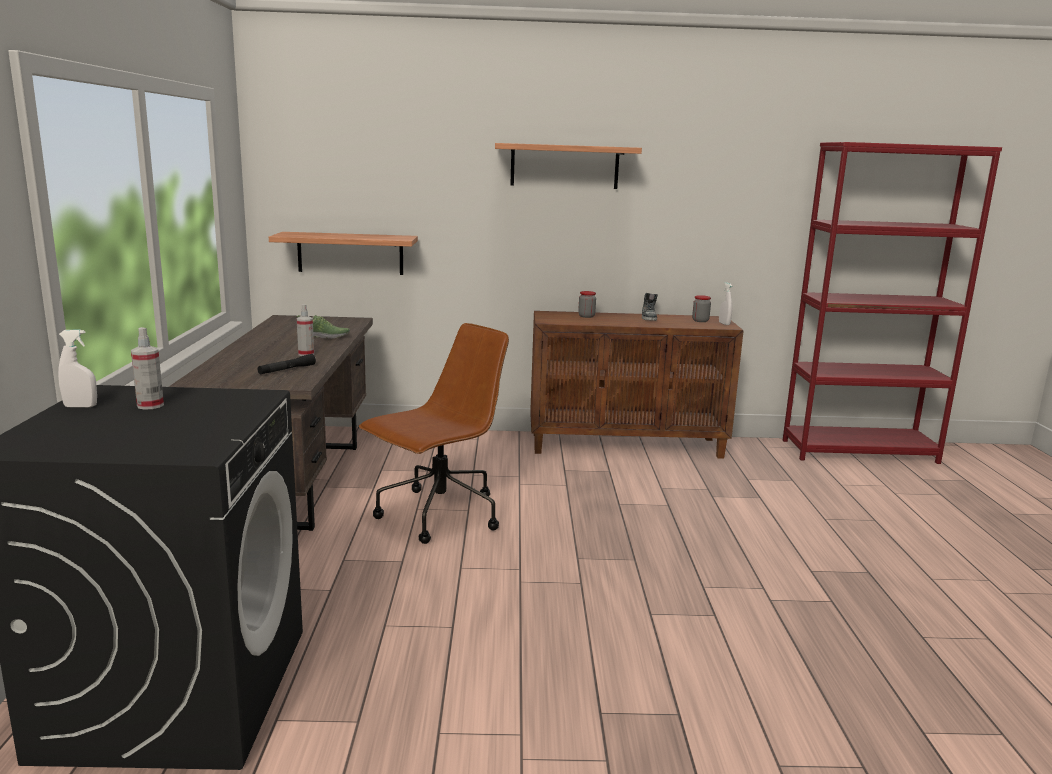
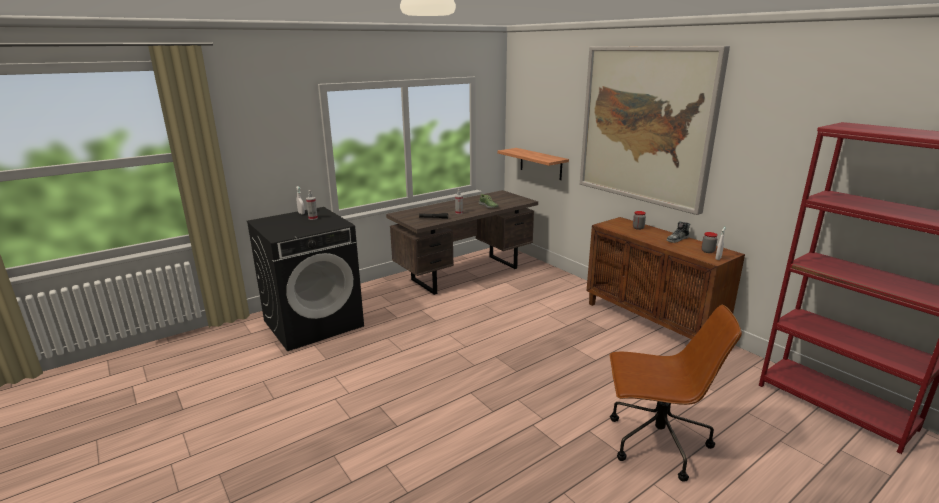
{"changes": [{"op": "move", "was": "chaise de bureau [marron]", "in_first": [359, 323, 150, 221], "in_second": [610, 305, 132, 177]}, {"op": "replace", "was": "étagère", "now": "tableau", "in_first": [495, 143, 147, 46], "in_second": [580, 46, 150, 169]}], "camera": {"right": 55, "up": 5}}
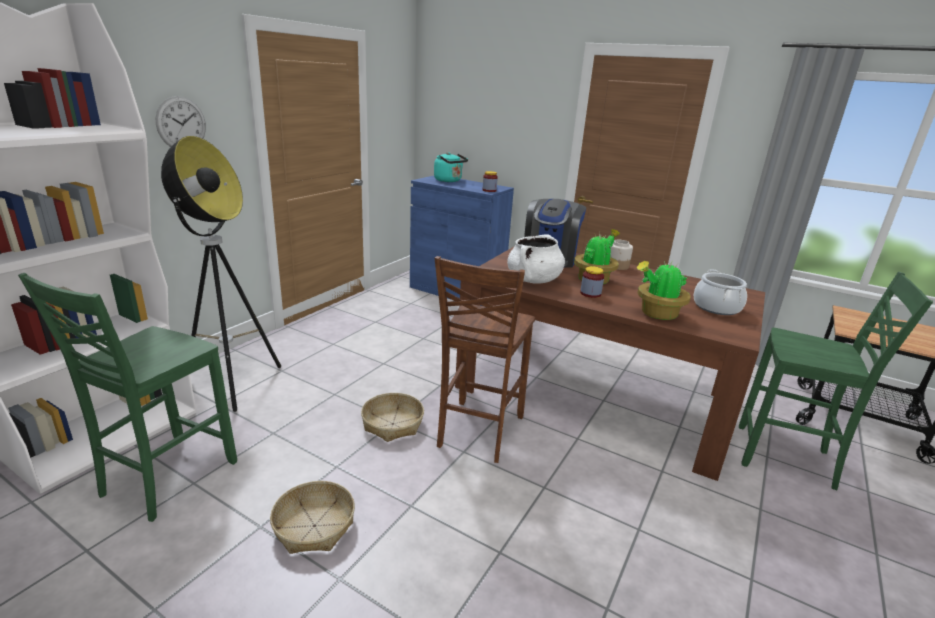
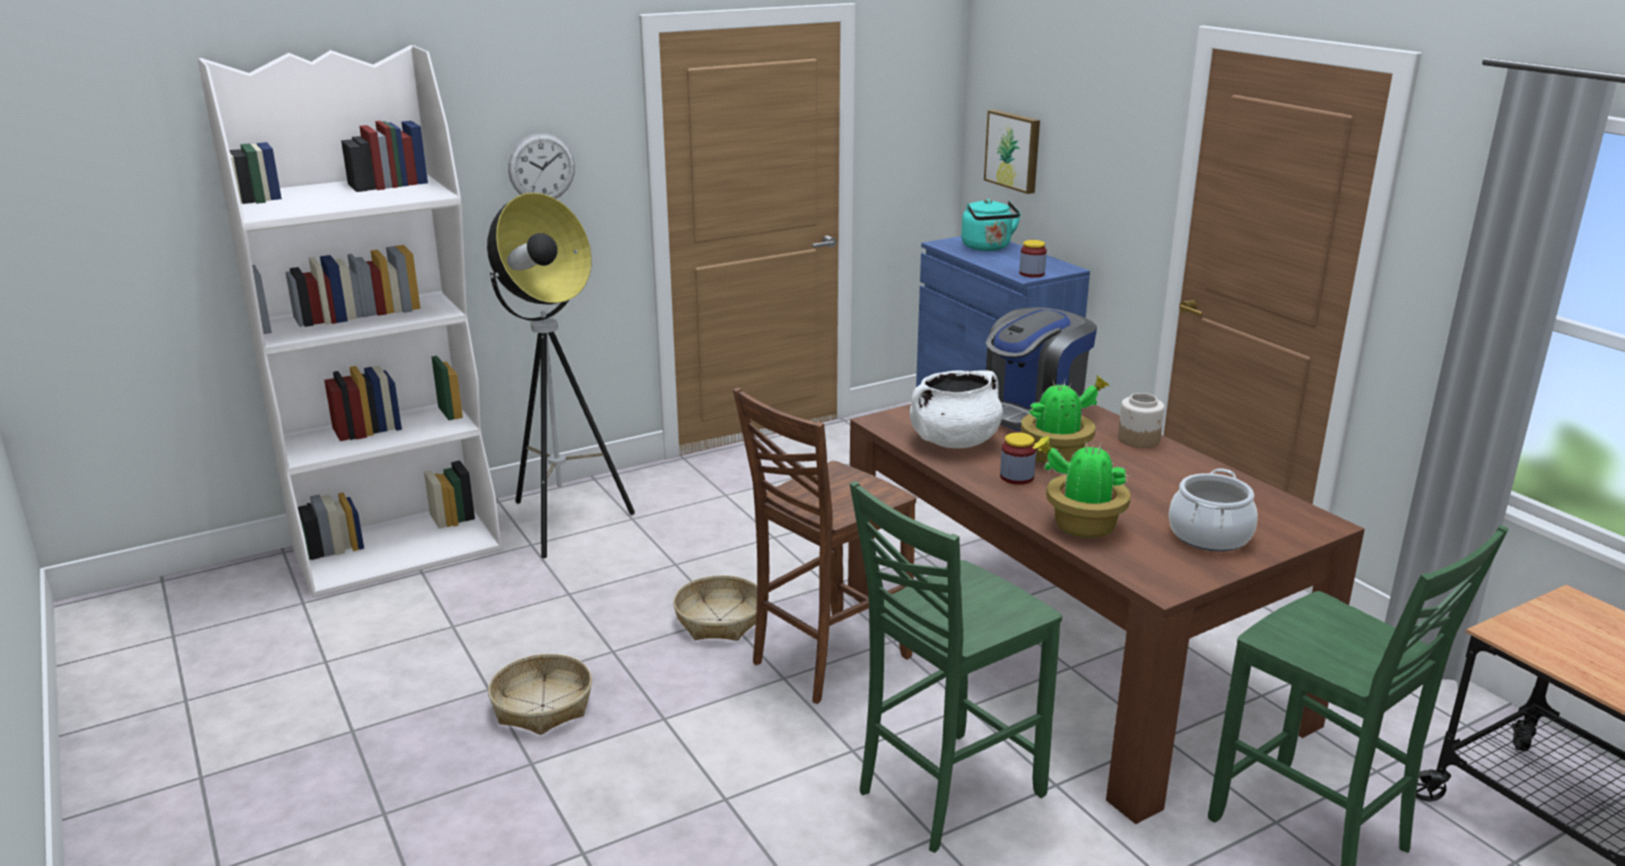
{"changes": [{"op": "insert", "now": "tableau", "in_second": [984, 110, 56, 84]}, {"op": "move", "was": "chaise [vert]", "in_first": [18, 273, 219, 249], "in_second": [850, 481, 212, 372]}], "camera": {"right": 30, "up": 0}}
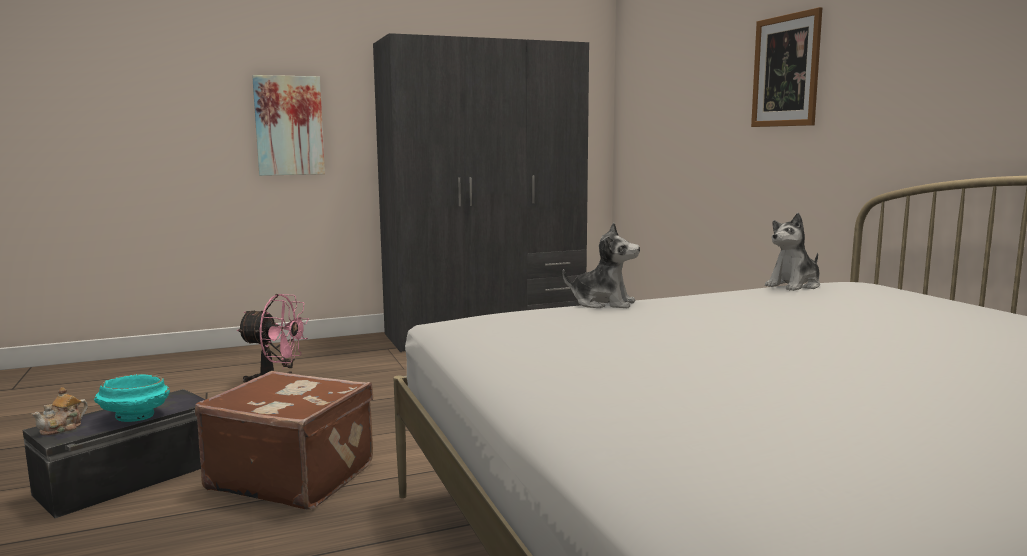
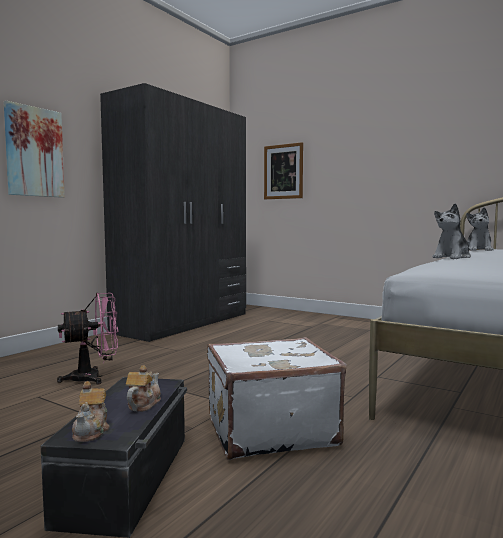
{"changes": [{"op": "move", "was": "tableau", "in_first": [751, 7, 71, 120], "in_second": [264, 142, 39, 57]}, {"op": "replace", "was": "bol [turquoise]", "now": "théière", "in_first": [94, 374, 76, 48], "in_second": [126, 365, 35, 47]}, {"op": "recolor", "was": "valise [marron]", "now": "valise [blanc]", "in_first": [195, 371, 178, 139], "in_second": [207, 337, 140, 123]}, {"op": "rotate", "was": "peluche", "in_first": [563, 222, 77, 86], "in_second": [432, 203, 39, 56], "clockwise": 150}], "camera": {"right": -35, "up": -5}}
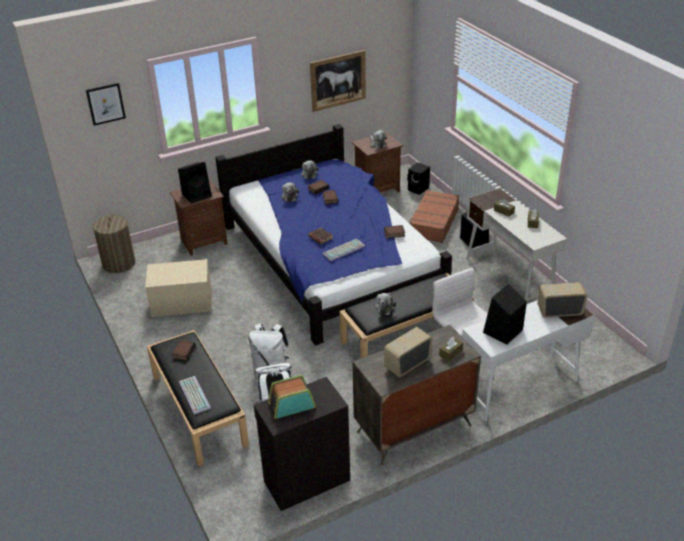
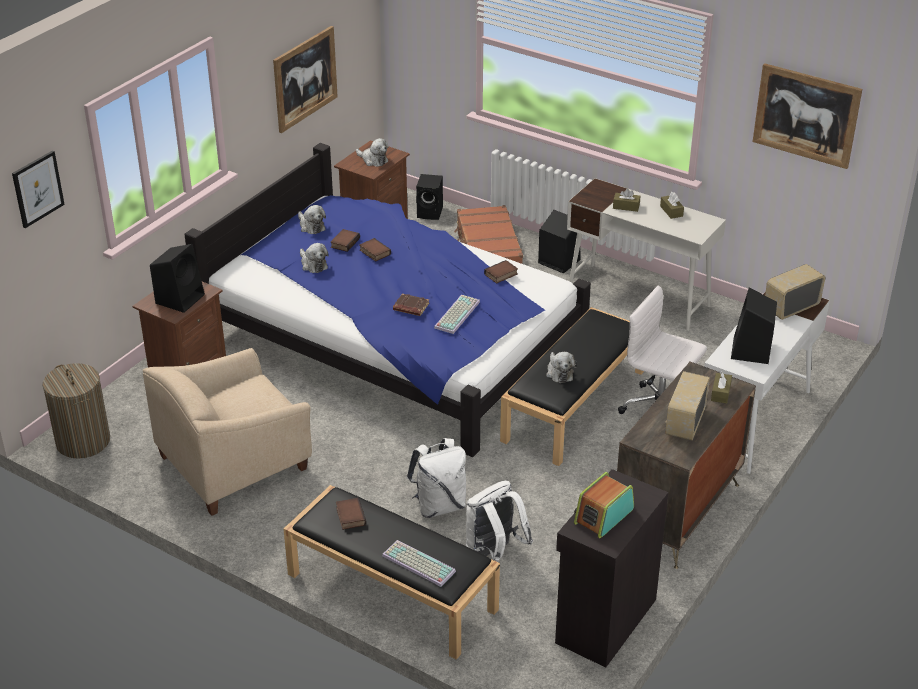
{"changes": [{"op": "insert", "now": "tableau", "in_second": [753, 63, 109, 106]}, {"op": "replace", "was": "boîte de rangement [beige]", "now": "fauteuil [beige]", "in_first": [145, 259, 67, 58], "in_second": [143, 348, 169, 168]}], "camera": {"right": -30, "up": 0}}
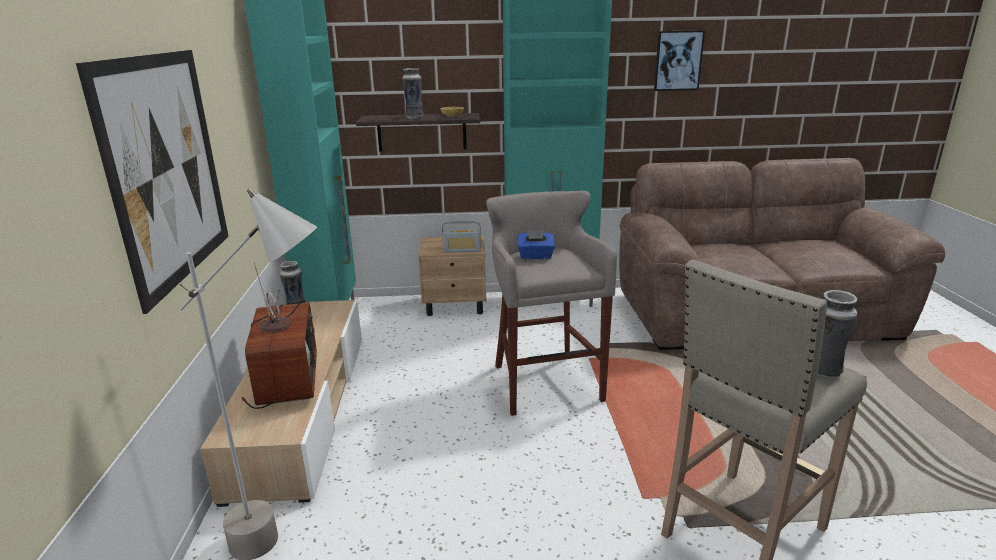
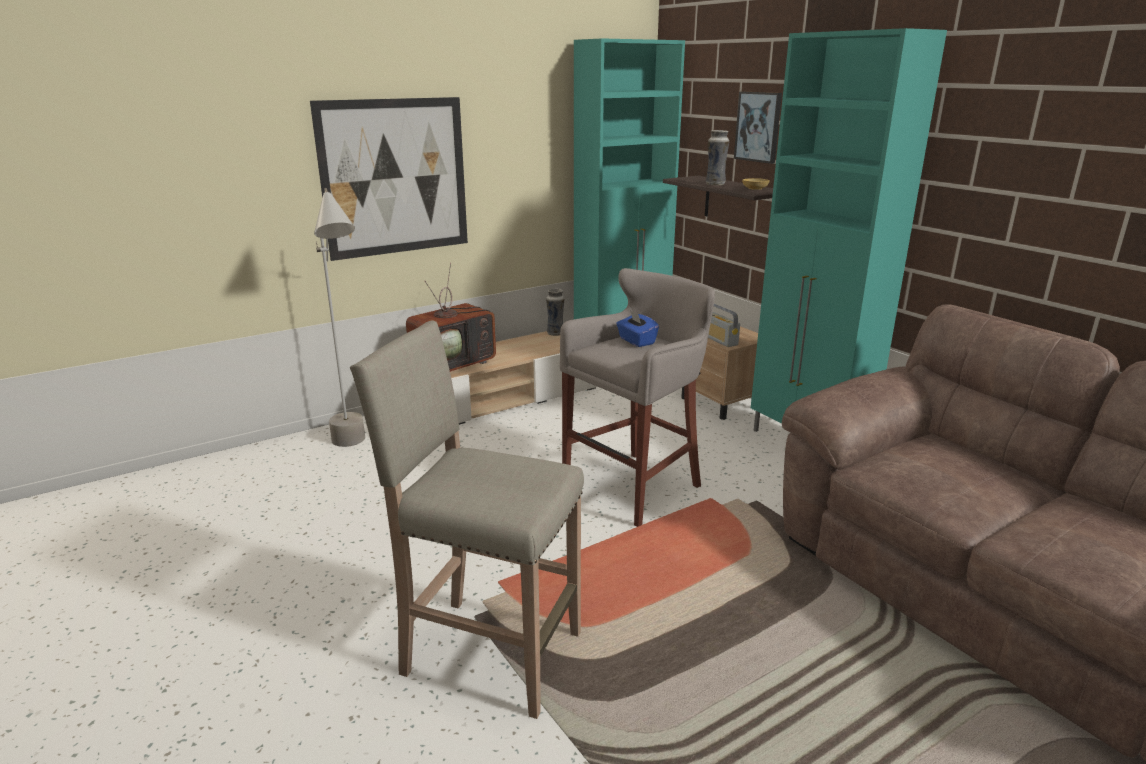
{"changes": [{"op": "delete", "was": "vase", "in_first": [817, 290, 40, 89]}, {"op": "move", "was": "tableau", "in_first": [654, 30, 51, 61], "in_second": [734, 92, 48, 72]}], "camera": {"right": 60, "up": 0}}
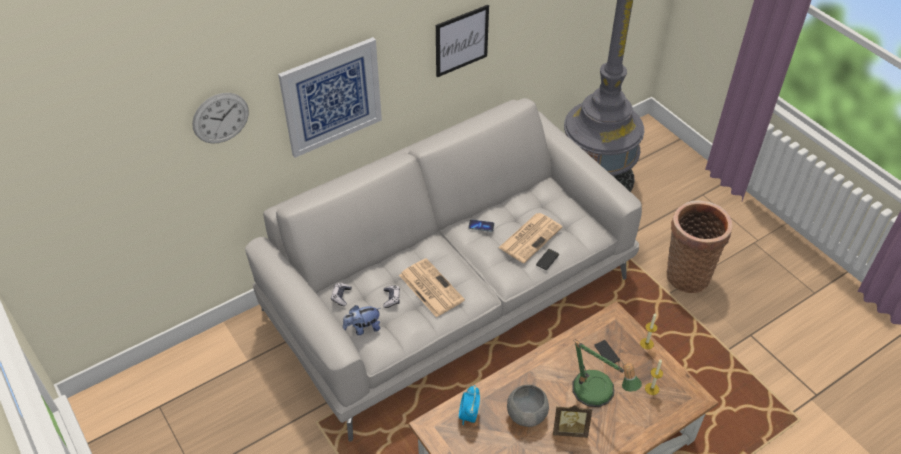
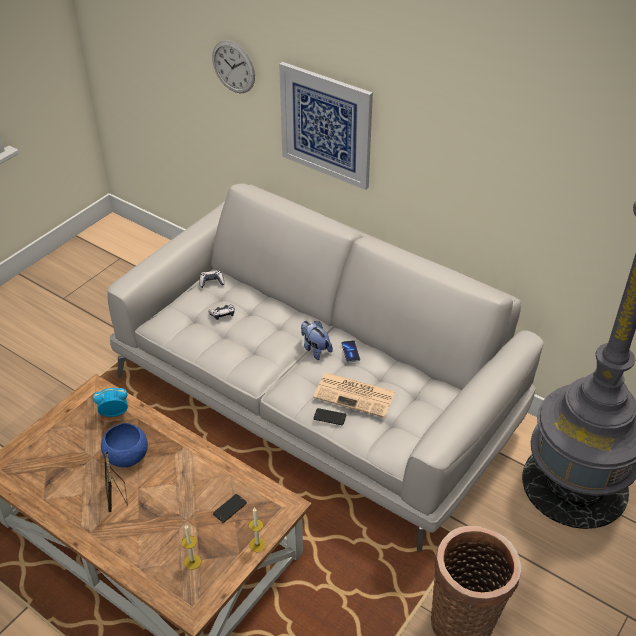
{"changes": [{"op": "delete", "was": "journal", "in_first": [399, 258, 66, 59]}, {"op": "delete", "was": "tableau", "in_first": [436, 5, 53, 72]}, {"op": "delete", "was": "lampe de table", "in_first": [572, 339, 70, 68]}, {"op": "move", "was": "peluche", "in_first": [343, 305, 37, 30], "in_second": [301, 321, 32, 39]}, {"op": "recolor", "was": "bol [gris]", "now": "bol [bleu]", "in_first": [507, 385, 42, 42], "in_second": [101, 423, 47, 45]}], "camera": {"right": 70, "up": -5}}
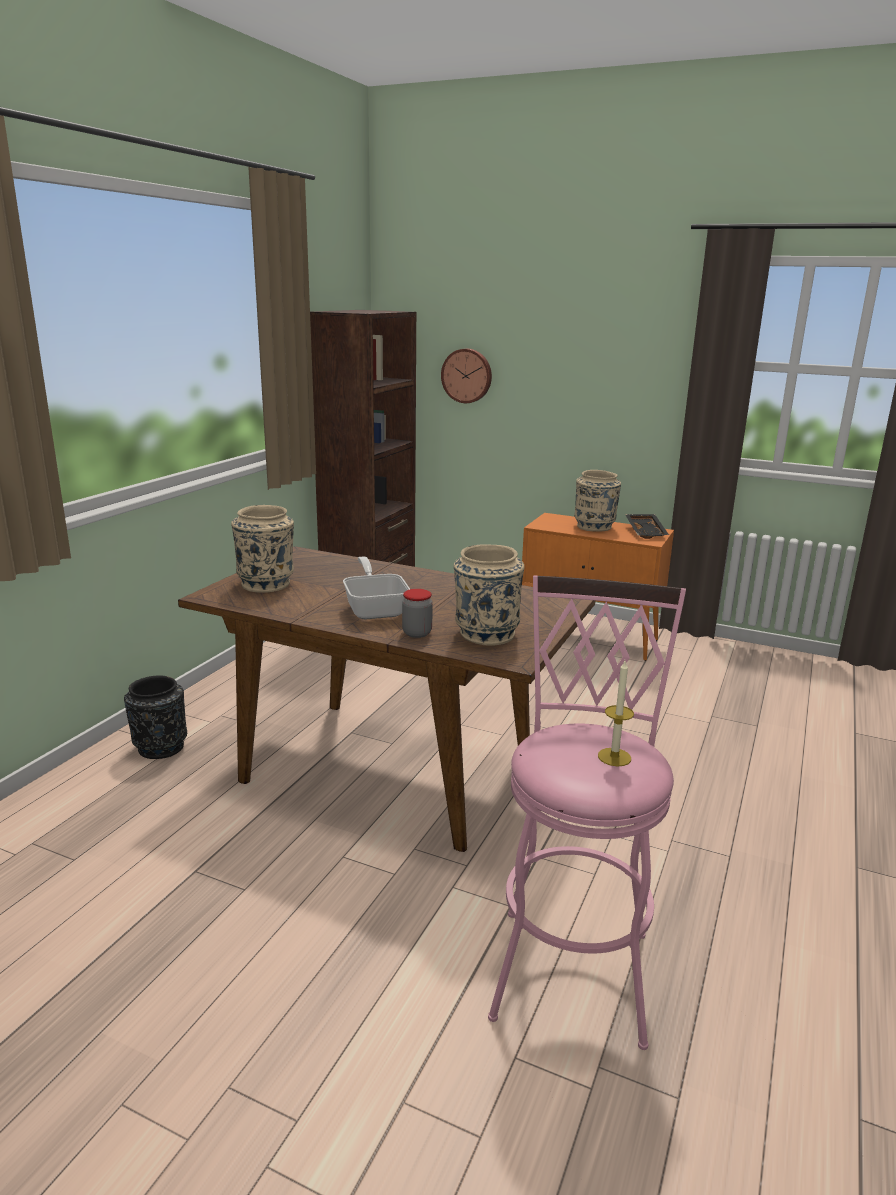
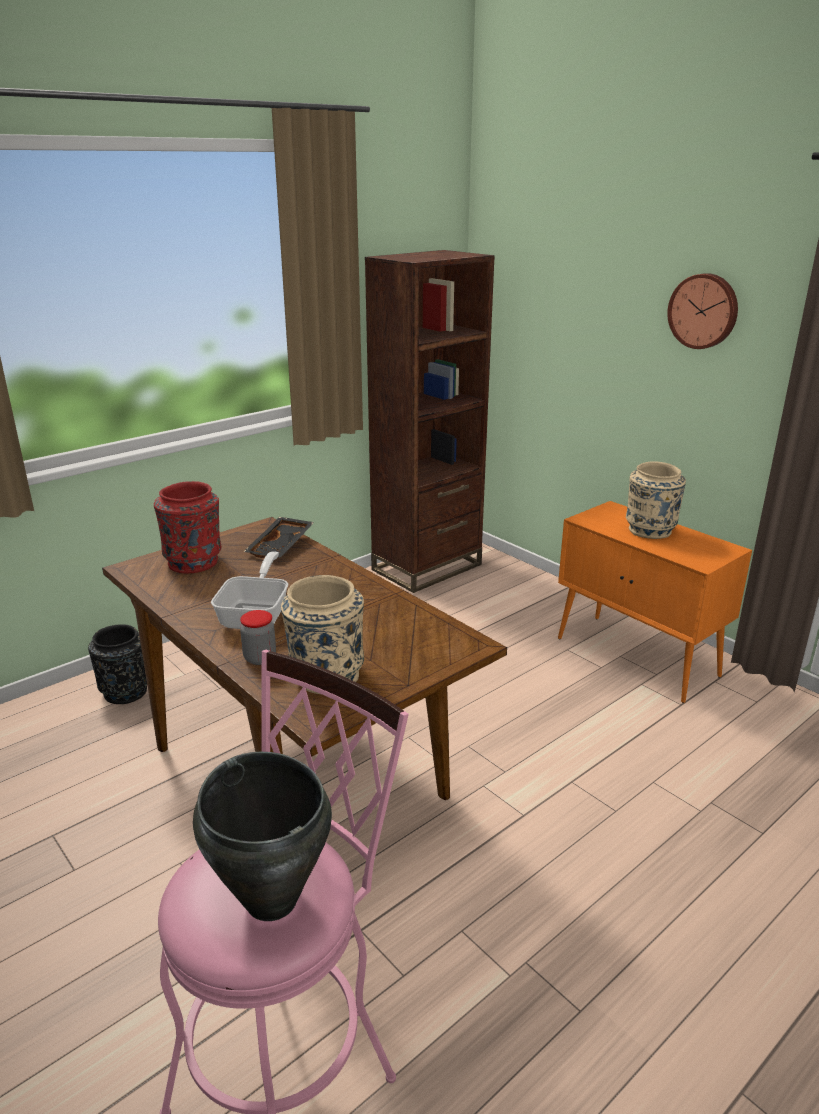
{"changes": [{"op": "move", "was": "horloge murale", "in_first": [441, 349, 51, 54], "in_second": [667, 273, 71, 76]}, {"op": "move", "was": "plateau [noir]", "in_first": [625, 514, 44, 25], "in_second": [244, 517, 70, 41]}, {"op": "replace", "was": "bougie", "now": "marmite [noir]", "in_first": [598, 661, 36, 105], "in_second": [193, 752, 139, 169]}, {"op": "recolor", "was": "vase [beige]", "now": "vase [rouge]", "in_first": [231, 505, 63, 88], "in_second": [154, 481, 68, 93]}], "camera": {"right": 25, "up": 5}}
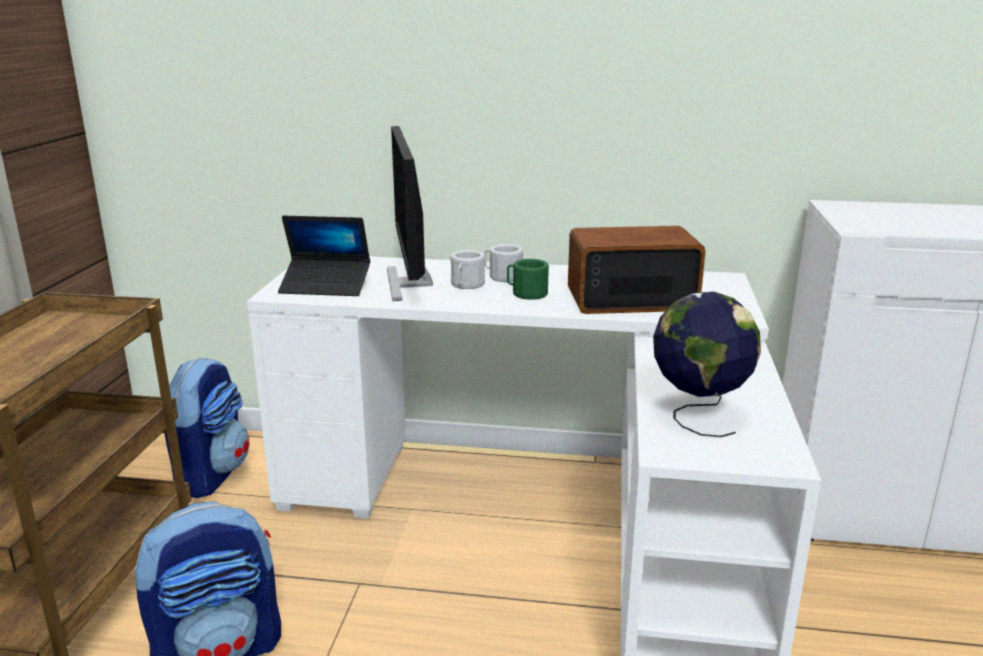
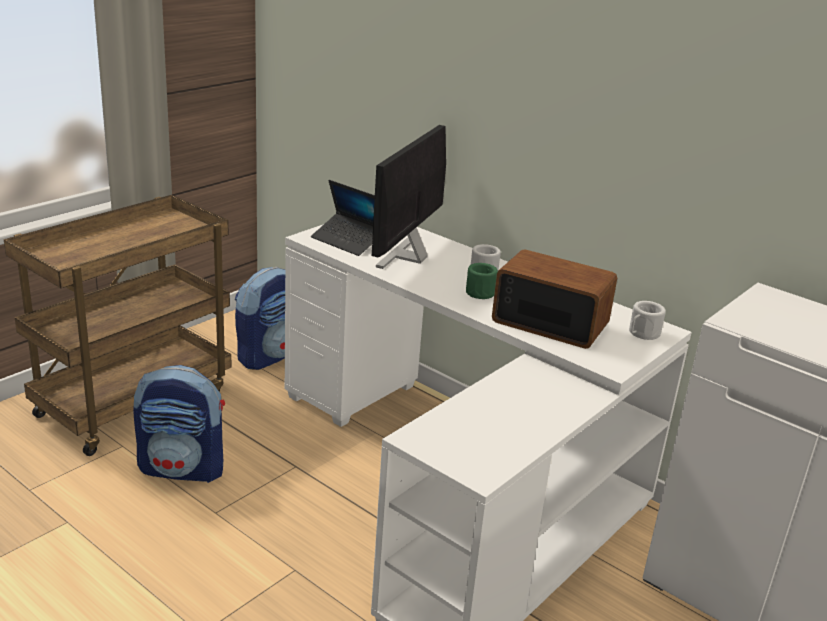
{"changes": [{"op": "delete", "was": "globe", "in_first": [653, 292, 108, 145]}, {"op": "move", "was": "mug [blanc]", "in_first": [451, 250, 34, 39], "in_second": [629, 301, 37, 39]}], "camera": {"right": 30, "up": 5}}
